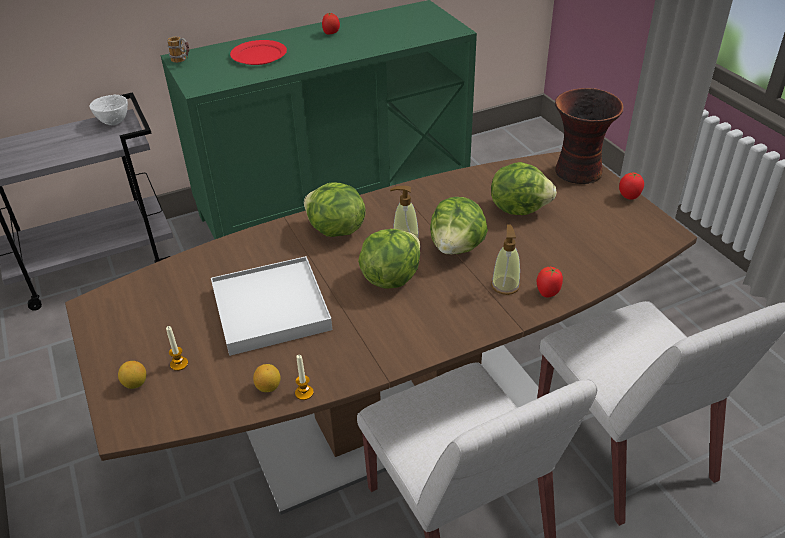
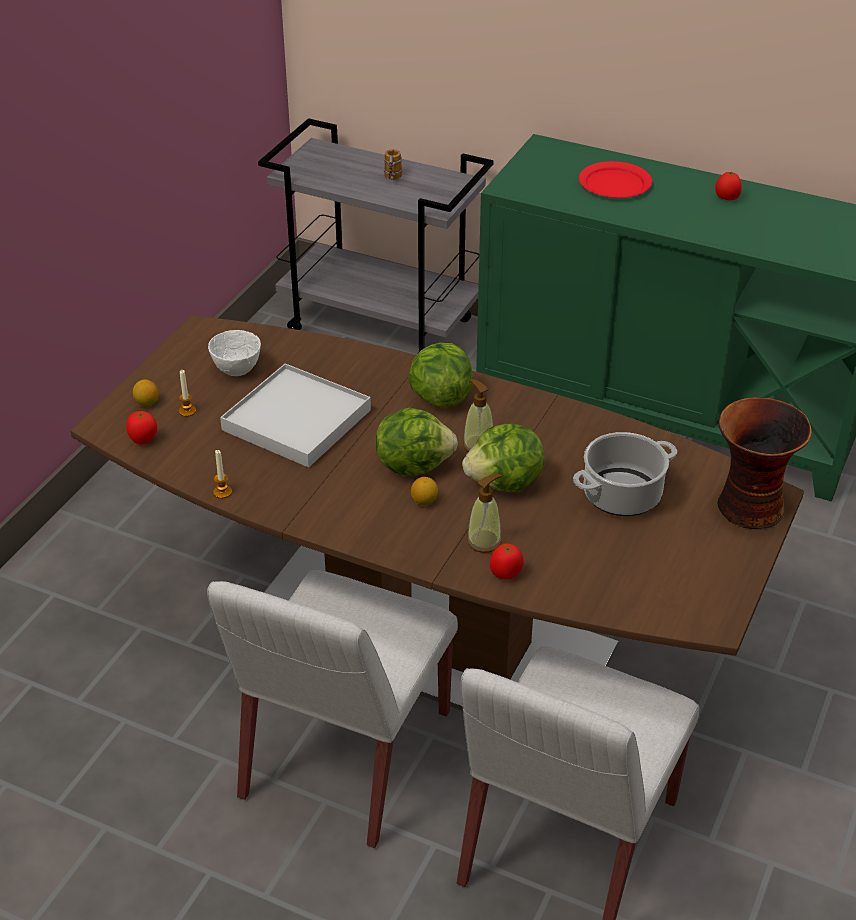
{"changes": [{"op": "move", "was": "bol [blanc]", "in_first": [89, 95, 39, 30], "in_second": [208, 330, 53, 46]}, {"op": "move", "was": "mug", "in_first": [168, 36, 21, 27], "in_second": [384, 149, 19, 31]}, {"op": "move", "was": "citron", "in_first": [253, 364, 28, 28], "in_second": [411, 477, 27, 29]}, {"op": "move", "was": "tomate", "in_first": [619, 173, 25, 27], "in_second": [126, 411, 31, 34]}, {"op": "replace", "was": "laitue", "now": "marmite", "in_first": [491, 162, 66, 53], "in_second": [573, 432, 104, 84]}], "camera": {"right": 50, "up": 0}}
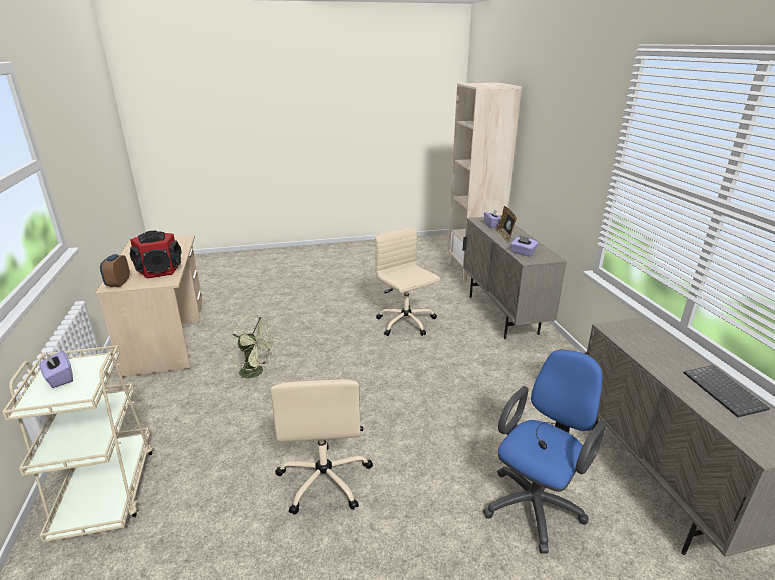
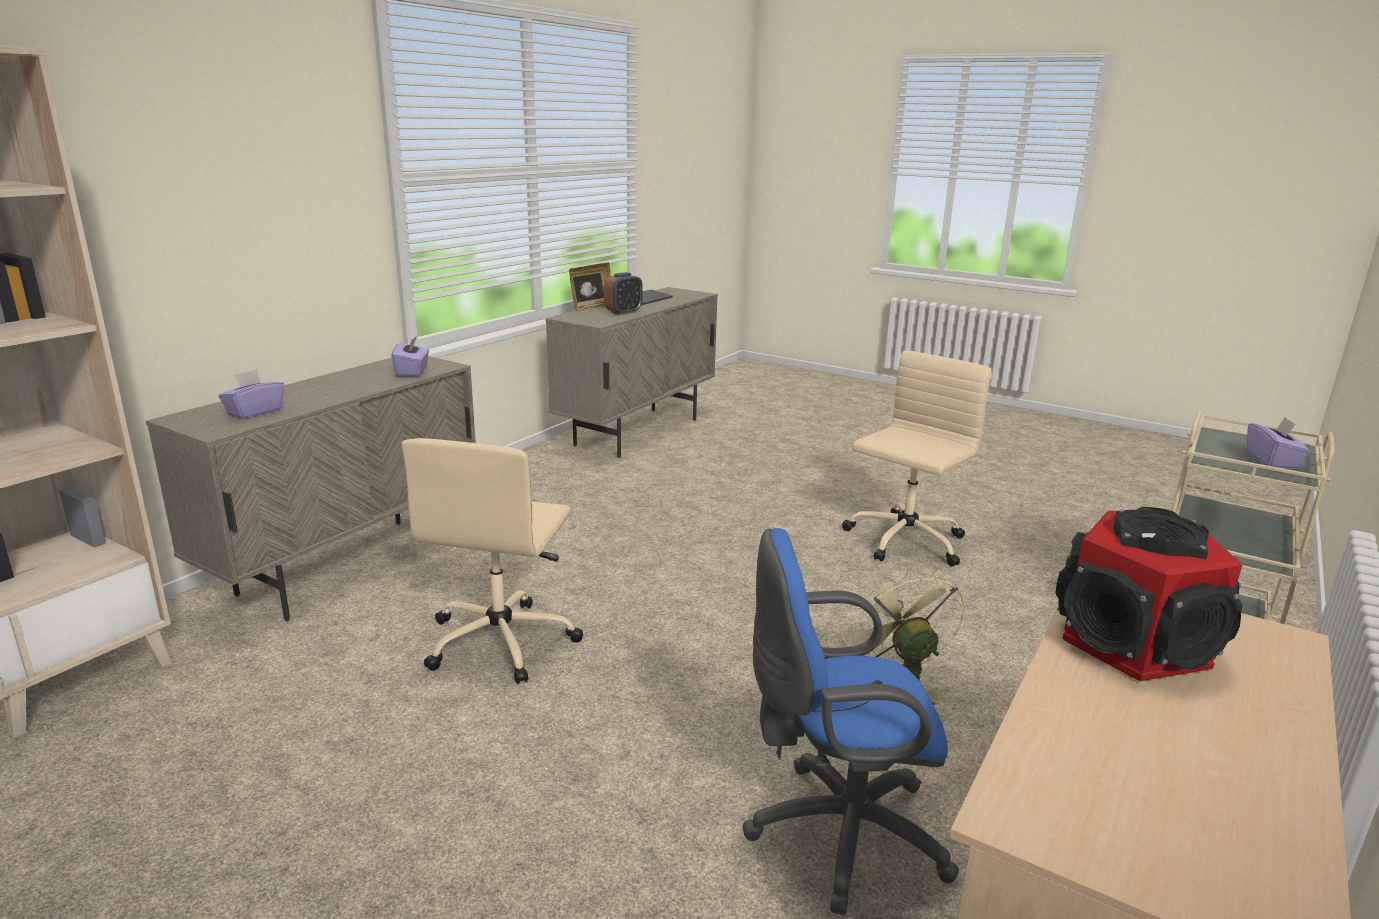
{"changes": [{"op": "move", "was": "réveil", "in_first": [100, 254, 30, 33], "in_second": [604, 272, 39, 43]}, {"op": "move", "was": "chaise de bureau [bleu]", "in_first": [483, 350, 124, 204], "in_second": [743, 528, 216, 387]}, {"op": "move", "was": "cadre photo", "in_first": [497, 206, 20, 36], "in_second": [569, 263, 42, 48]}], "camera": {"right": -135, "up": -5}}
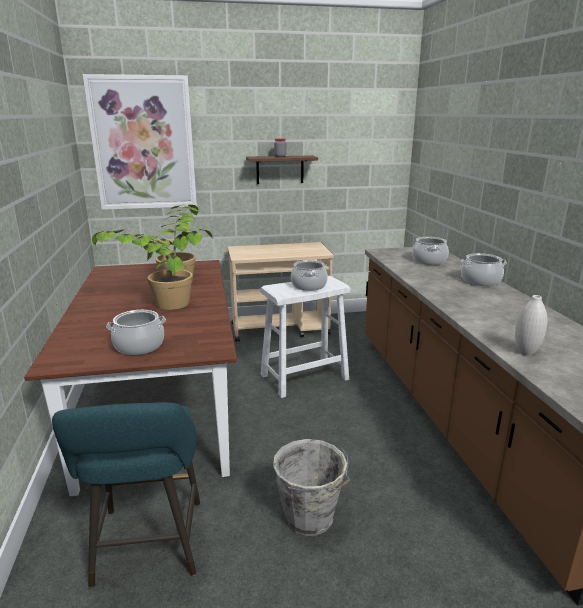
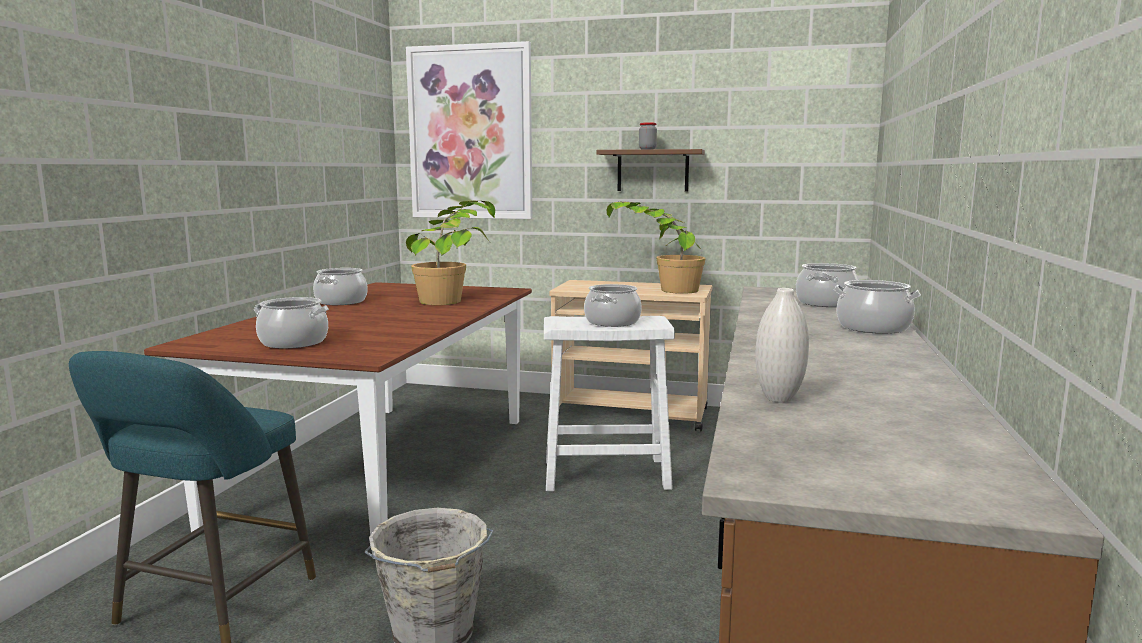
{"changes": [{"op": "insert", "now": "marmite", "in_second": [313, 268, 55, 37]}, {"op": "move", "was": "plante en pot", "in_first": [92, 229, 101, 81], "in_second": [607, 201, 99, 93]}], "camera": {"right": 25, "up": -10}}
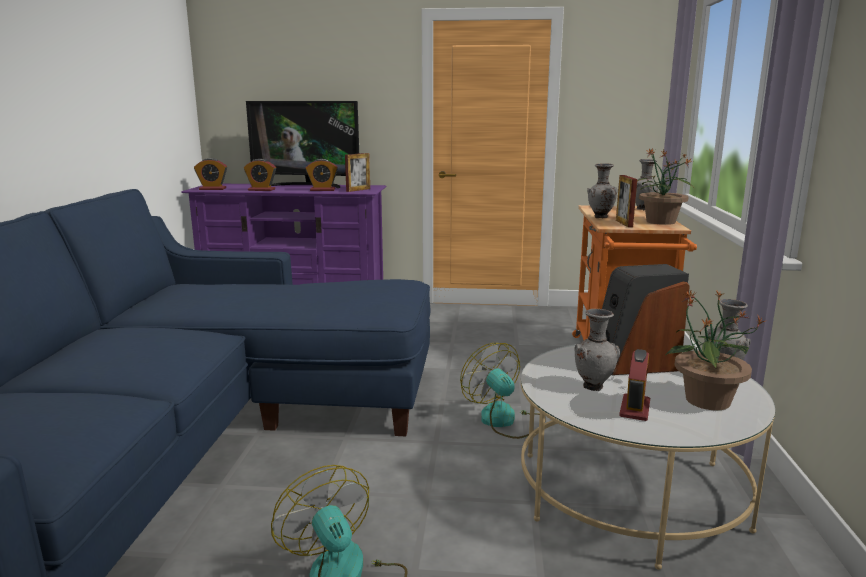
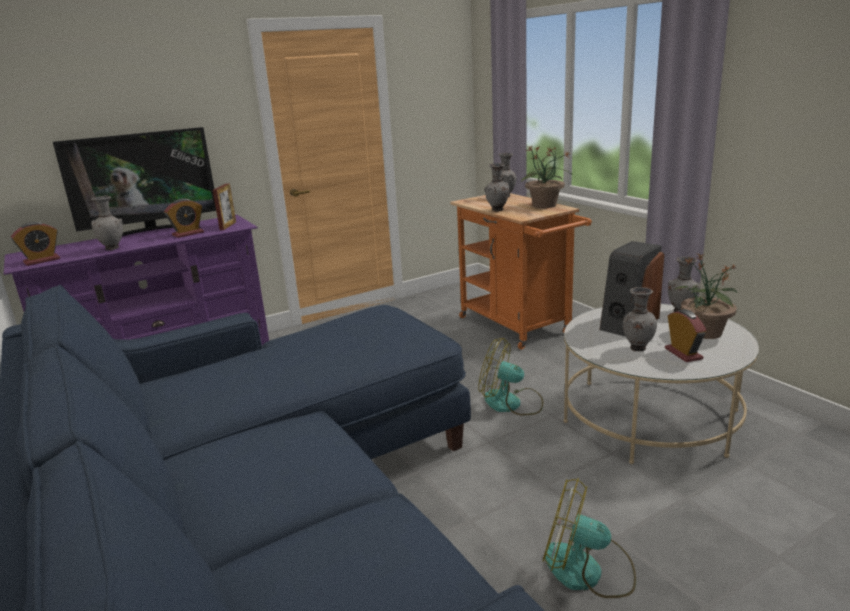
{"changes": [{"op": "delete", "was": "cadre photo", "in_first": [616, 175, 21, 52]}, {"op": "replace", "was": "réveil", "now": "vase [gris]", "in_first": [244, 159, 32, 32], "in_second": [91, 196, 32, 55]}], "camera": {"right": -35, "up": 5}}
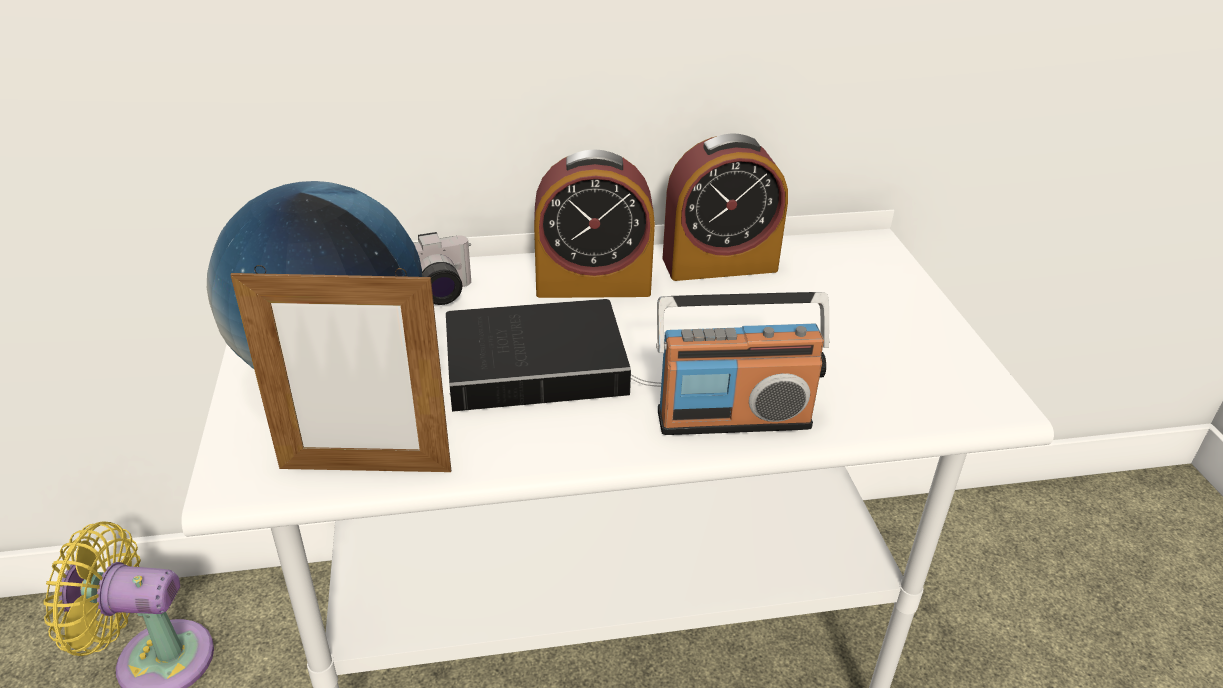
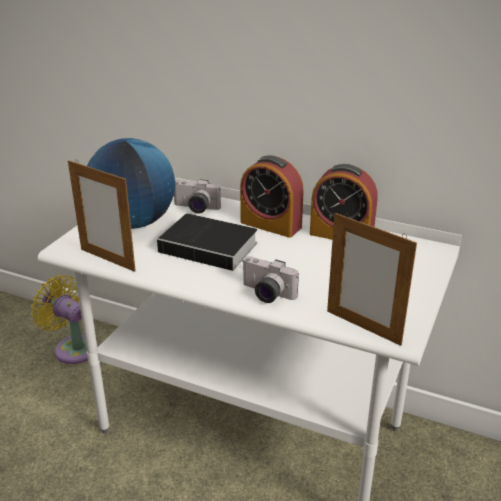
{"changes": [{"op": "insert", "now": "cadre photo", "in_second": [327, 213, 90, 133]}, {"op": "replace", "was": "radio", "now": "appareil photo", "in_first": [656, 292, 174, 143], "in_second": [242, 256, 57, 47]}], "camera": {"right": 35, "up": -5}}
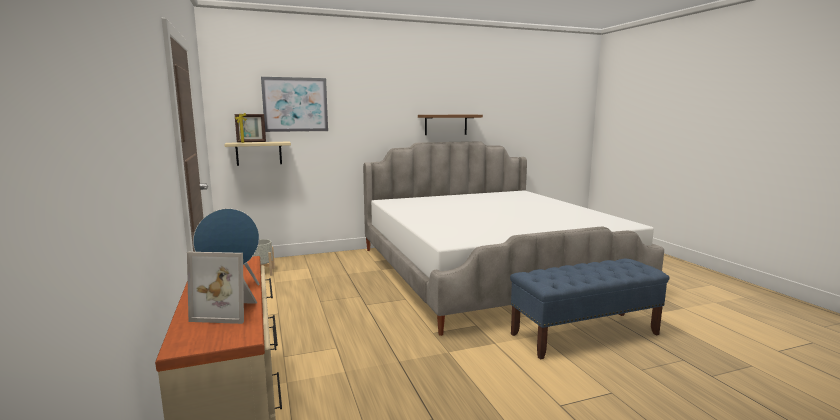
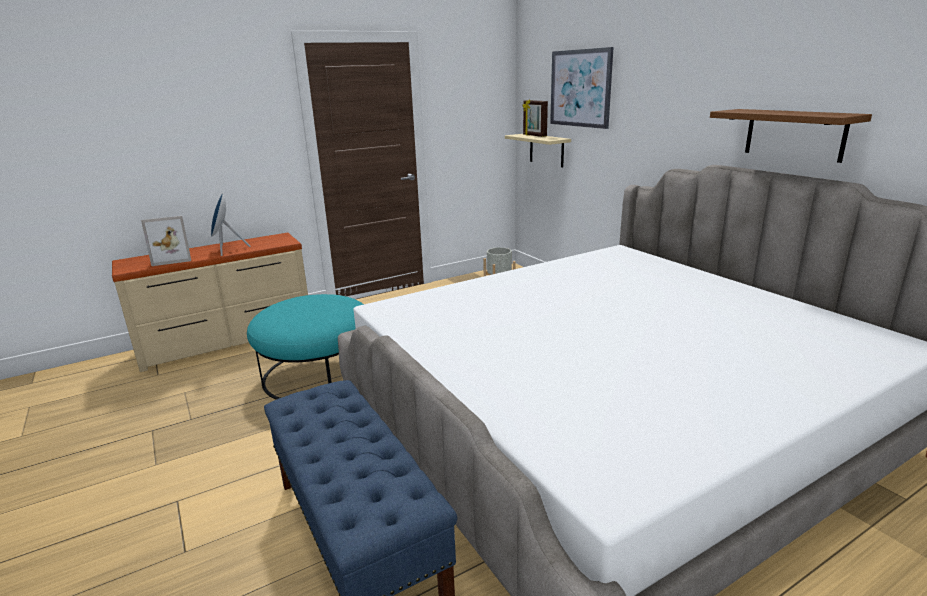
{"changes": [{"op": "insert", "now": "pouf [turquoise]", "in_second": [247, 294, 117, 106]}, {"op": "rotate", "was": "cadre photo", "in_first": [187, 252, 71, 72], "in_second": [141, 216, 50, 50], "clockwise": -105}], "camera": {"right": 80, "up": 10}}
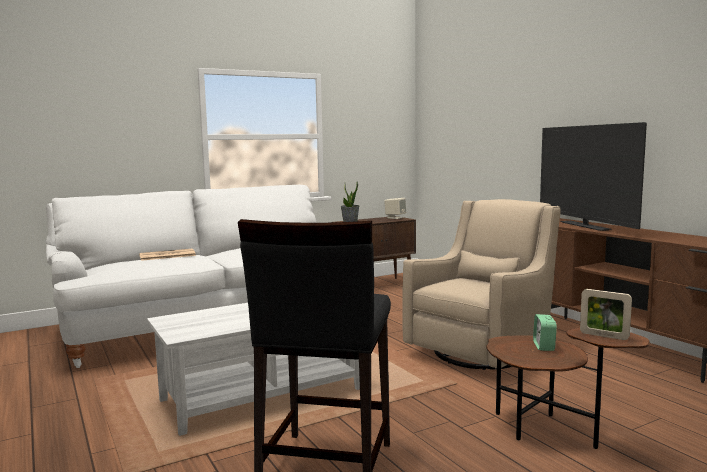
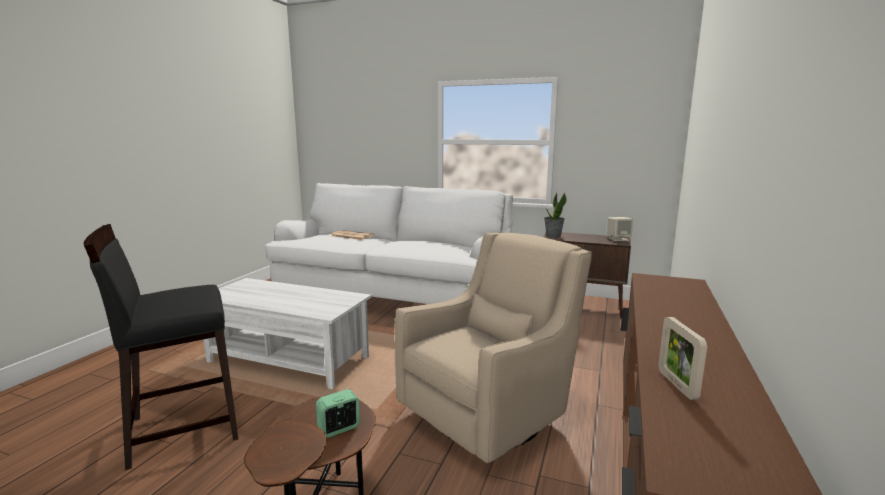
{"changes": [{"op": "delete", "was": "téléviseur", "in_first": [540, 122, 107, 109]}, {"op": "move", "was": "cadre photo", "in_first": [580, 289, 52, 51], "in_second": [658, 317, 49, 83]}, {"op": "rotate", "was": "fauteuil [beige]", "in_first": [402, 199, 159, 171], "in_second": [395, 232, 197, 231], "clockwise": -45}], "camera": {"right": 50, "up": 5}}
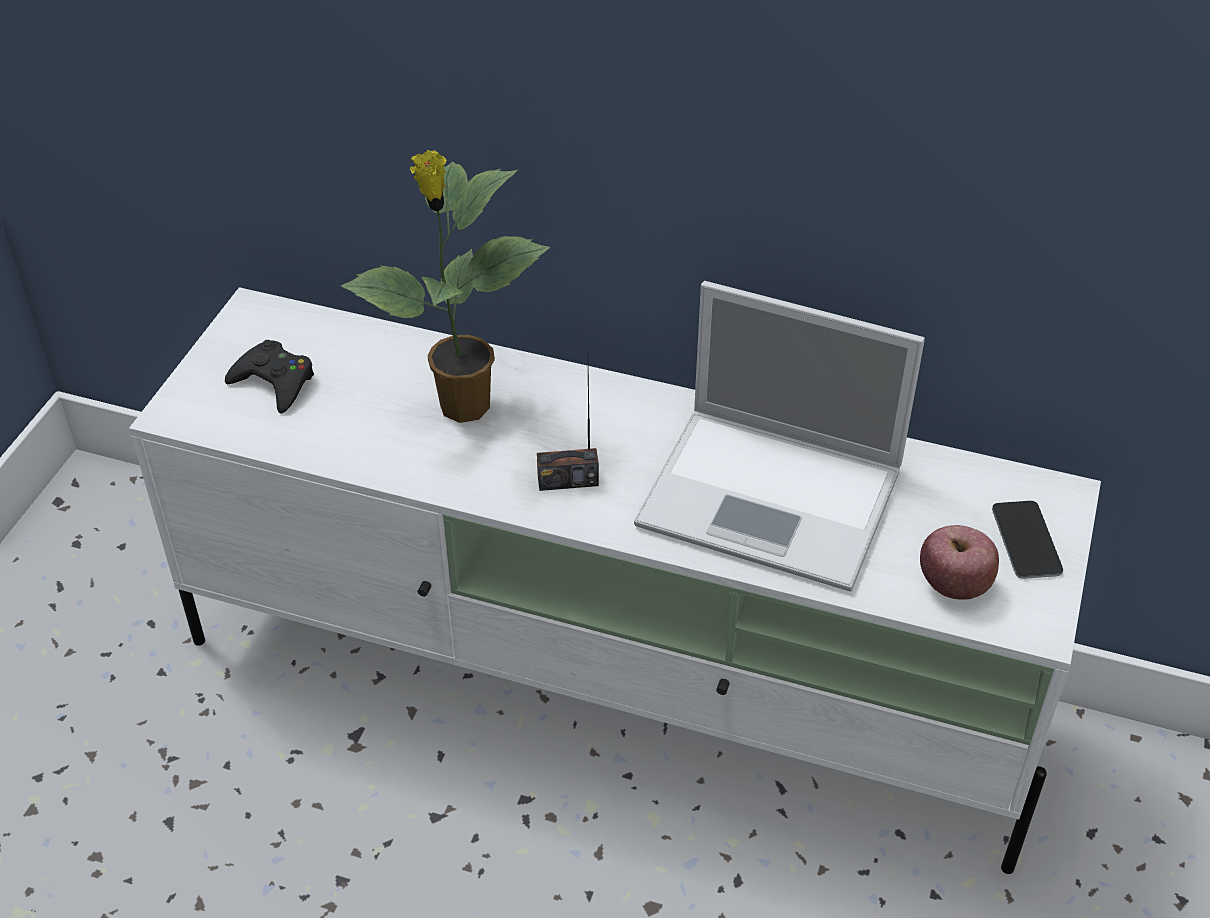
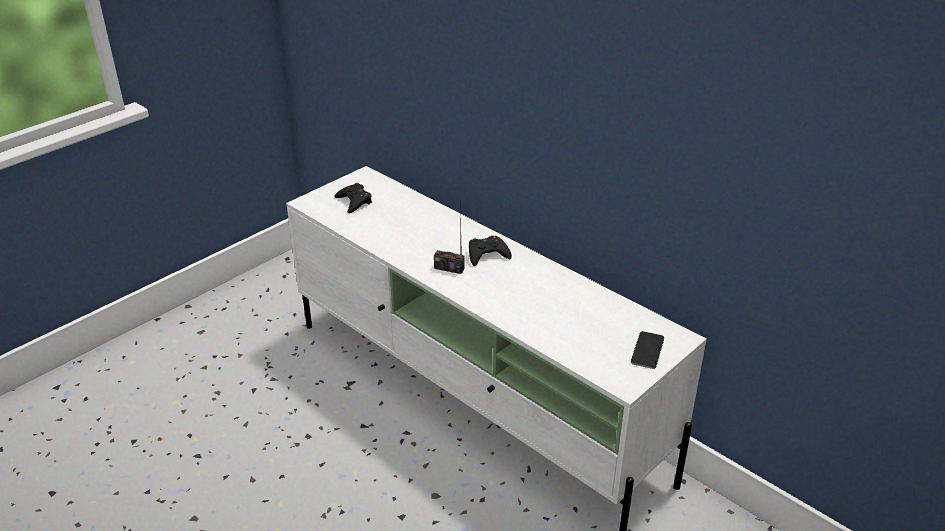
{"changes": [{"op": "delete", "was": "plante en pot", "in_first": [340, 150, 210, 273]}, {"op": "delete", "was": "ordinateur portable", "in_first": [634, 281, 291, 311]}, {"op": "delete", "was": "pomme", "in_first": [920, 525, 79, 75]}, {"op": "insert", "now": "manette [noir]", "in_second": [469, 236, 43, 30]}], "camera": {"right": 25, "up": -10}}
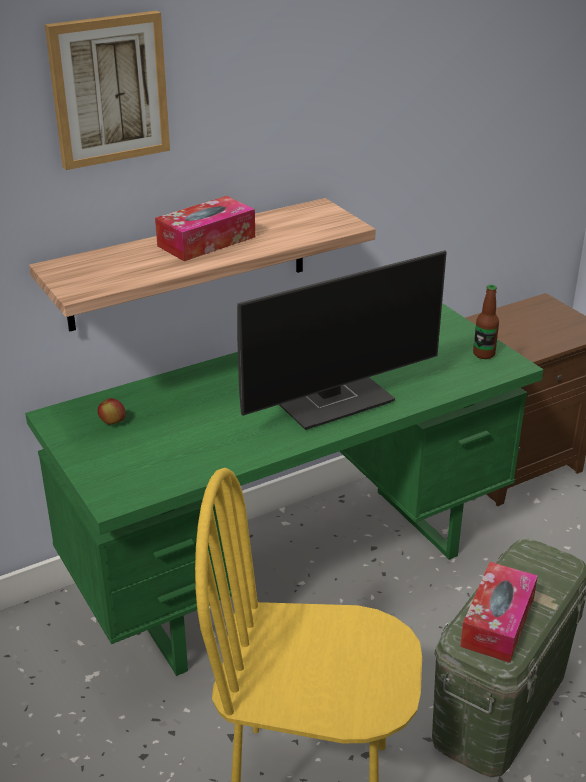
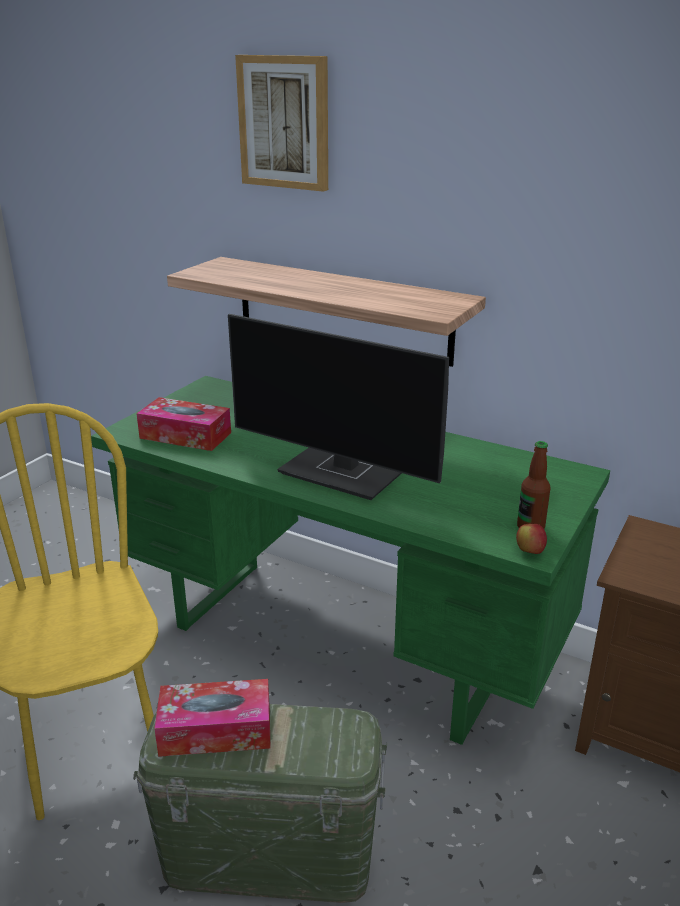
{"changes": [{"op": "move", "was": "pomme", "in_first": [98, 398, 28, 27], "in_second": [516, 524, 31, 30]}, {"op": "move", "was": "boîte à mouchoirs", "in_first": [155, 196, 100, 65], "in_second": [136, 397, 95, 54]}], "camera": {"right": 60, "up": -5}}
